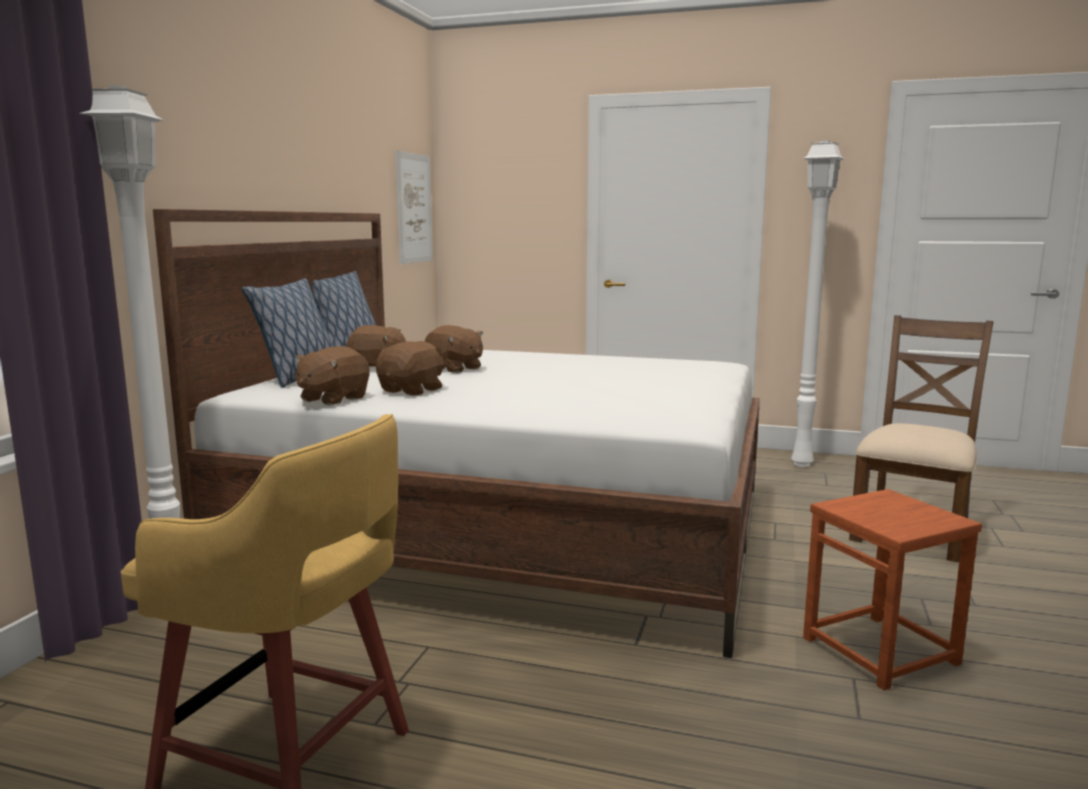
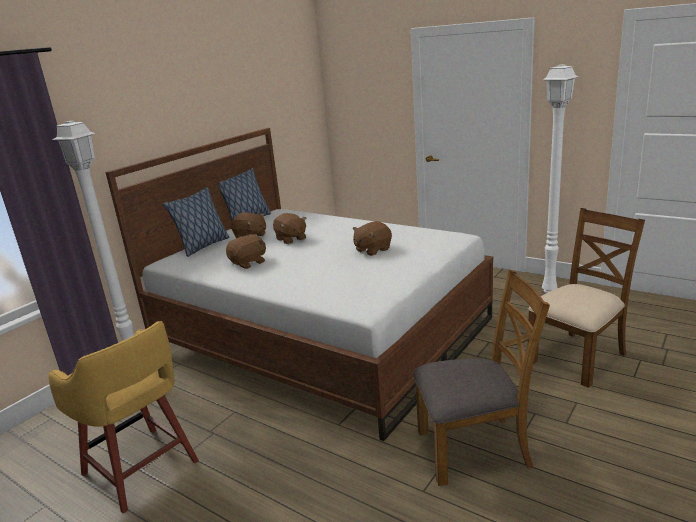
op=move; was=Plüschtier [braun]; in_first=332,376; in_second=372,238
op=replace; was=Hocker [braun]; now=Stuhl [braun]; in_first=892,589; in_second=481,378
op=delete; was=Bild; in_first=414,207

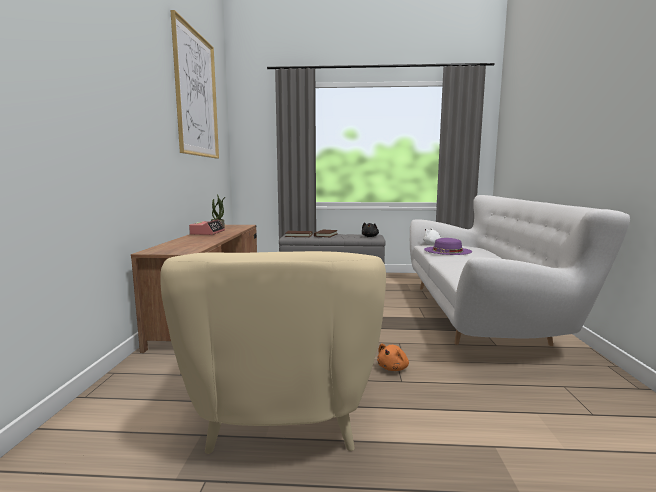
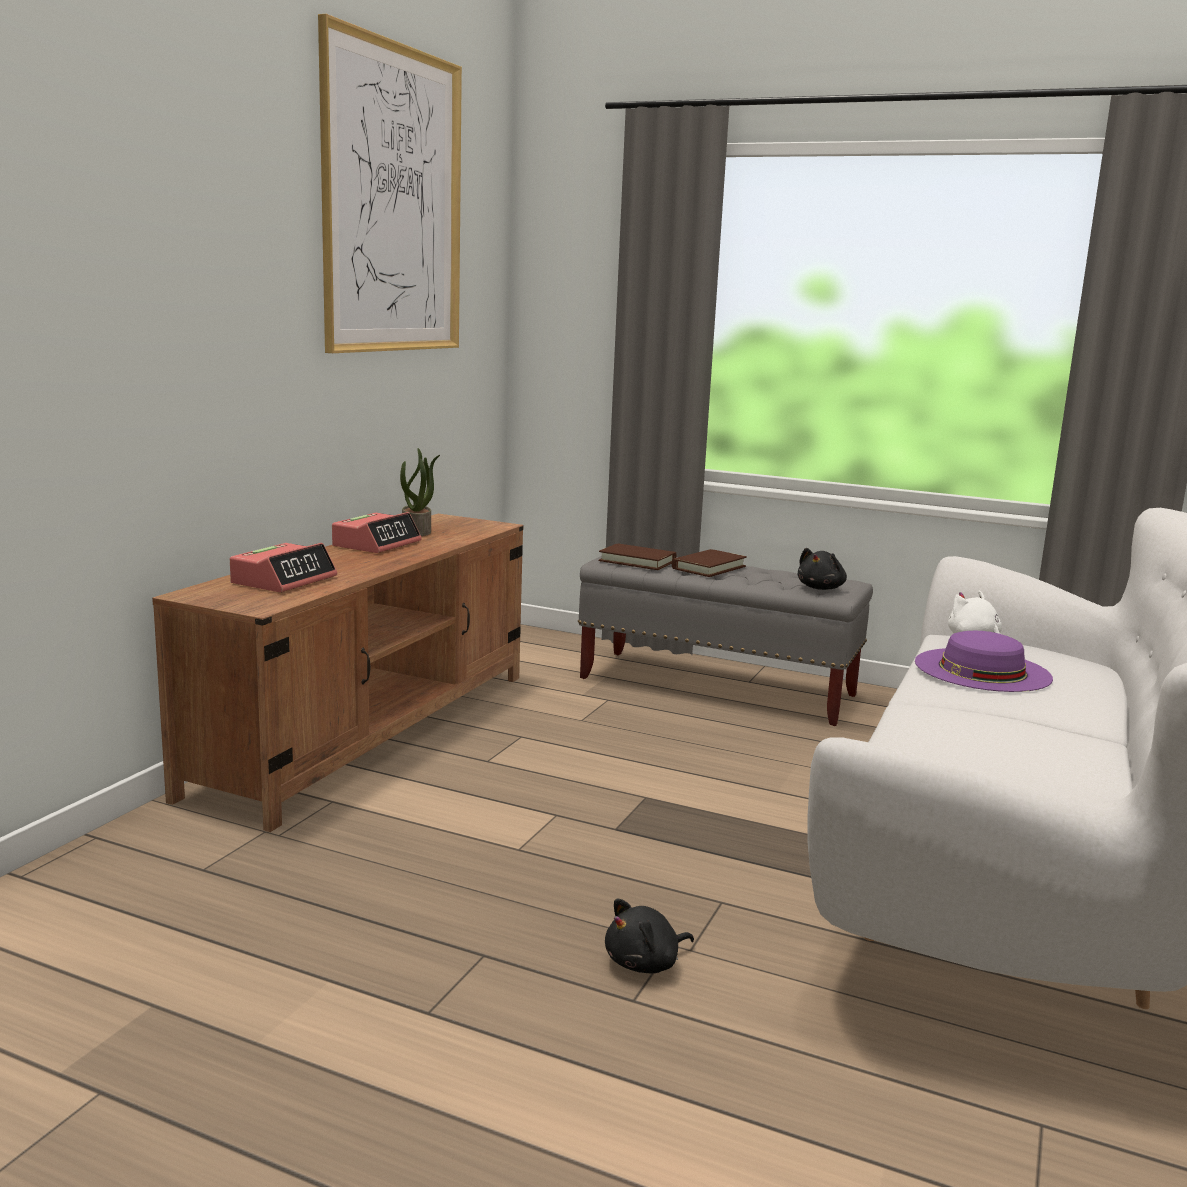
op=insert; now=Wecker; in_second=283,567
op=recolor; was=Plüschtier [orange]; now=Plüschtier [schwarz]; in_first=393,357; in_second=649,936
op=delete; was=Sessel [beige]; in_first=273,352

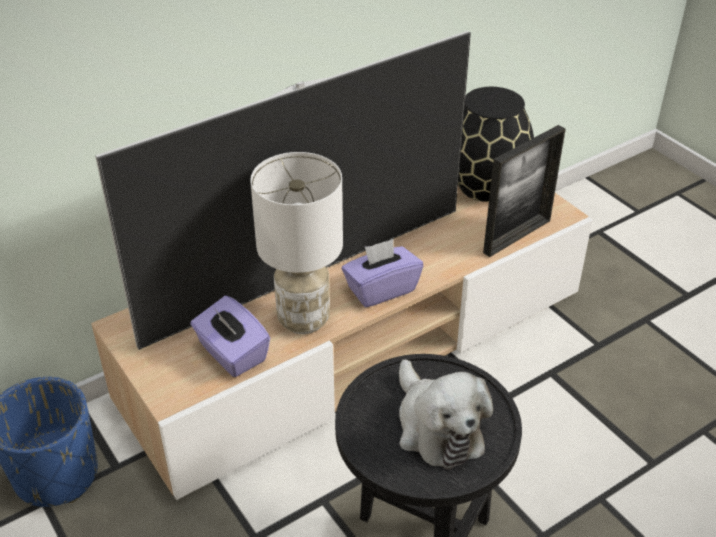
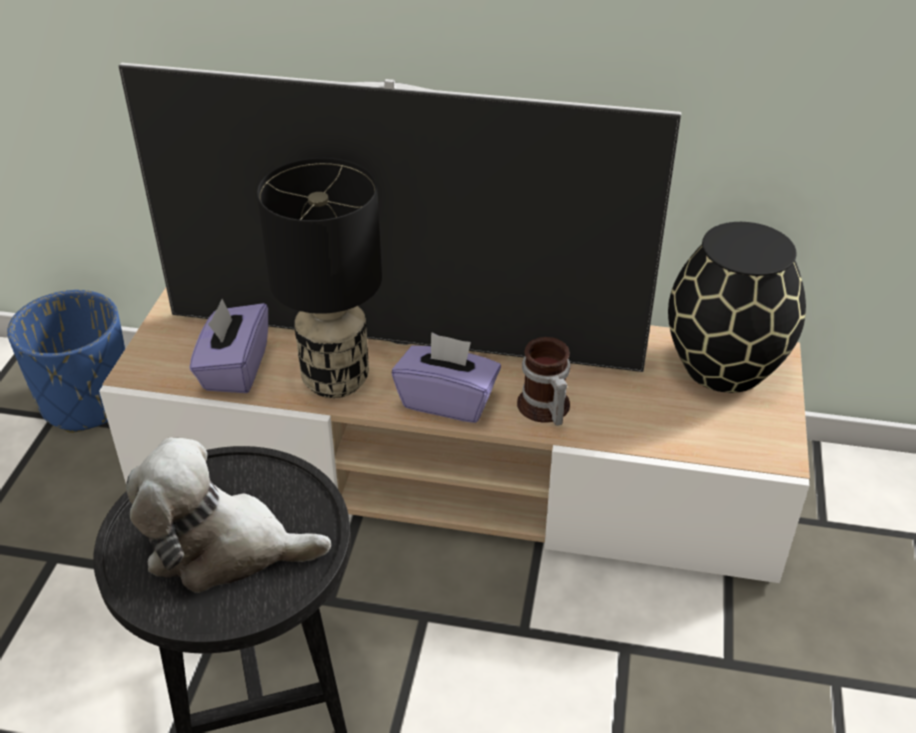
op=rotate; was=Plüschtier; in_first=446,414; in_second=228,515; clockwise=75
op=recolor; was=Tischlampe [weiß]; now=Tischlampe [schwarz]; in_first=296,243; in_second=319,278
op=insert; now=Henkelbecher; in_second=543,381
op=delete; was=Bilderrahmen; in_first=524,191

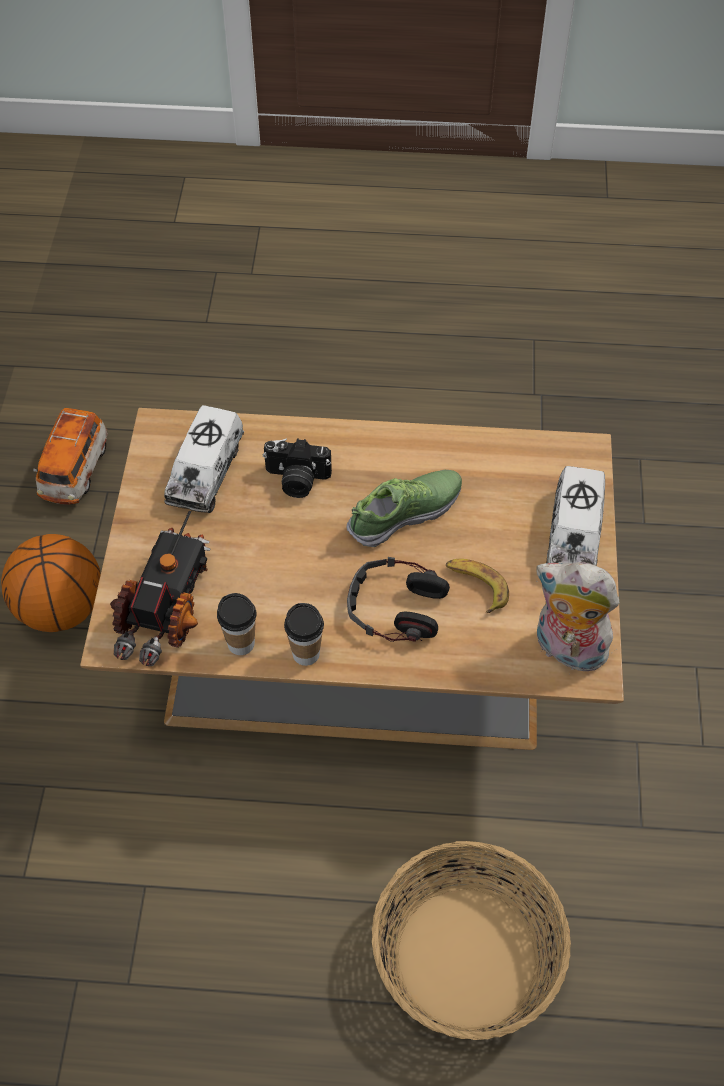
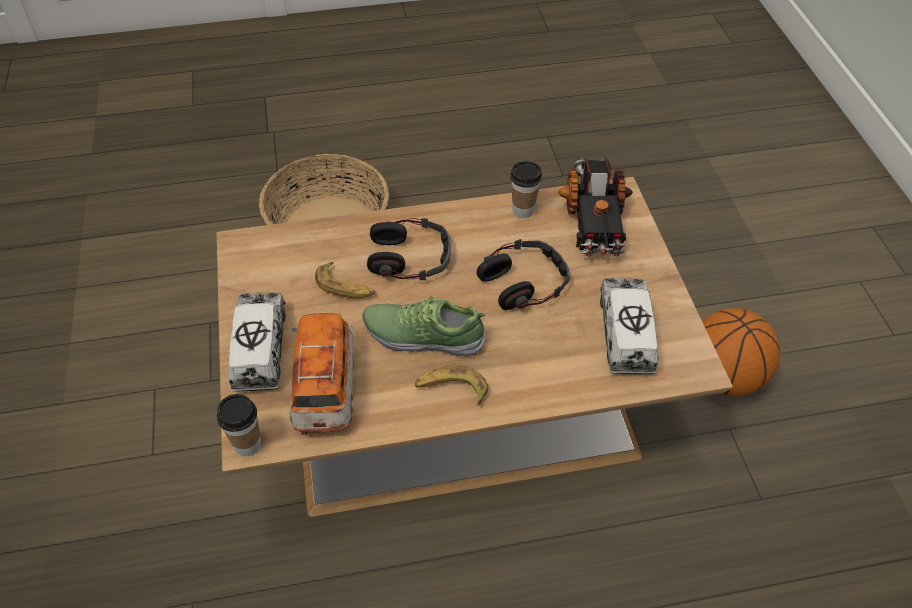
op=move; was=Tasse; in_first=304,634; in_second=239,425
op=move; was=Spielzeugauto; in_first=70,456; in_second=321,374
op=rotate; was=Schuh; in_first=404,508; in_second=424,326; clockwise=60
op=insert; now=Banane; in_second=451,385
op=insert; now=Kopfhörer; in_second=523,274
op=delete; was=Kamera; in_first=297,468
op=delete; was=Plüschtier; in_first=577,616

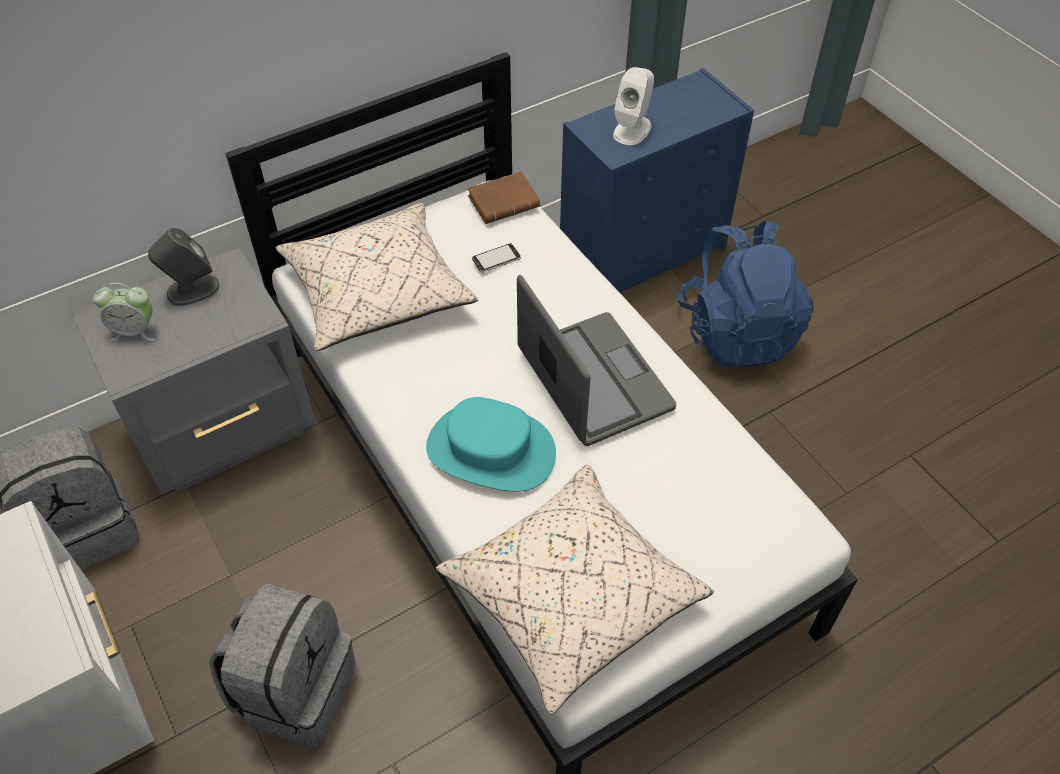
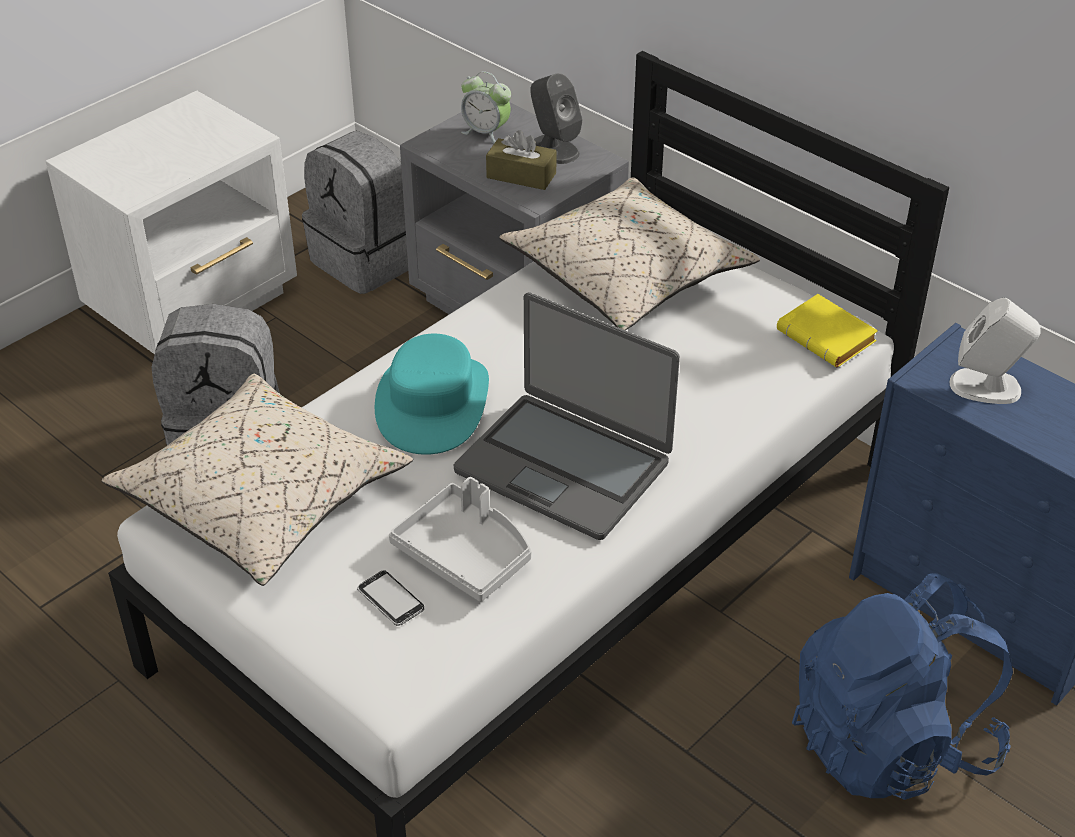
op=move; was=Handy; in_first=496,258; in_second=390,598
op=insert; now=Tablett [grau]; in_second=460,539
op=rotate; was=Laptop; in_first=596,360; in_second=567,416; clockwise=75
op=rotate; was=Wecker; in_first=124,312; in_second=486,107; clockwise=-45
op=insert; now=Taschentuchbox [braun]; in_second=521,160
op=recolor; was=Buch [braun]; now=Buch [gelb]; in_first=504,198; in_second=827,330

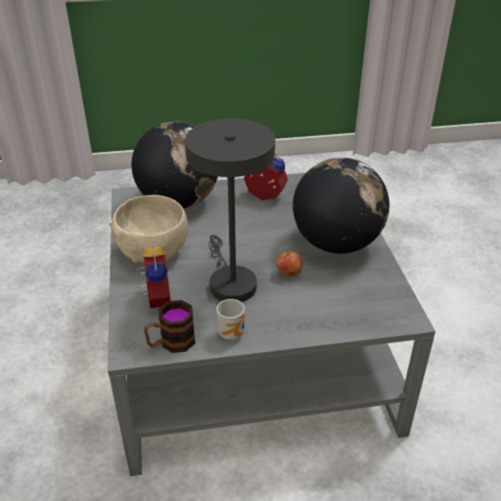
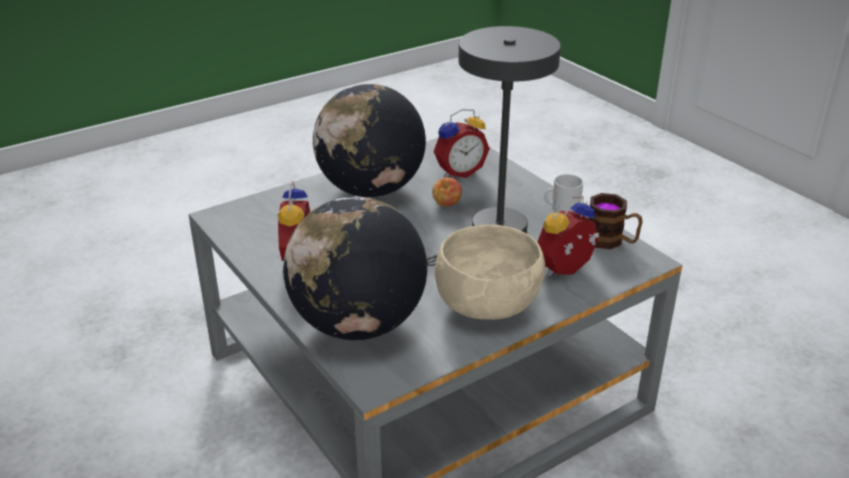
op=insert; now=Wecker; in_second=461,143

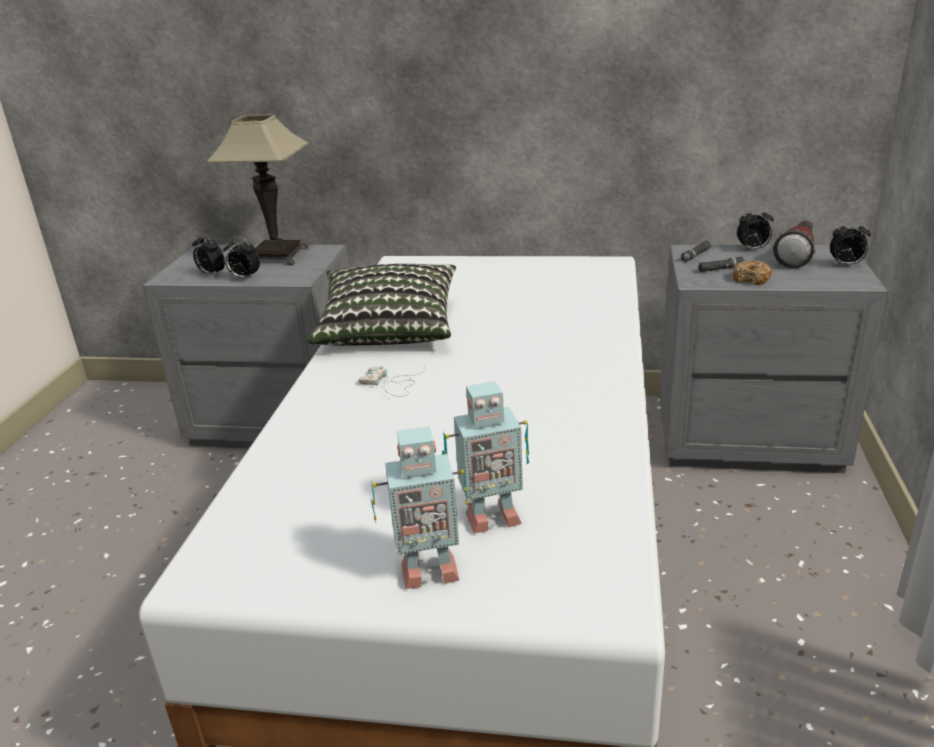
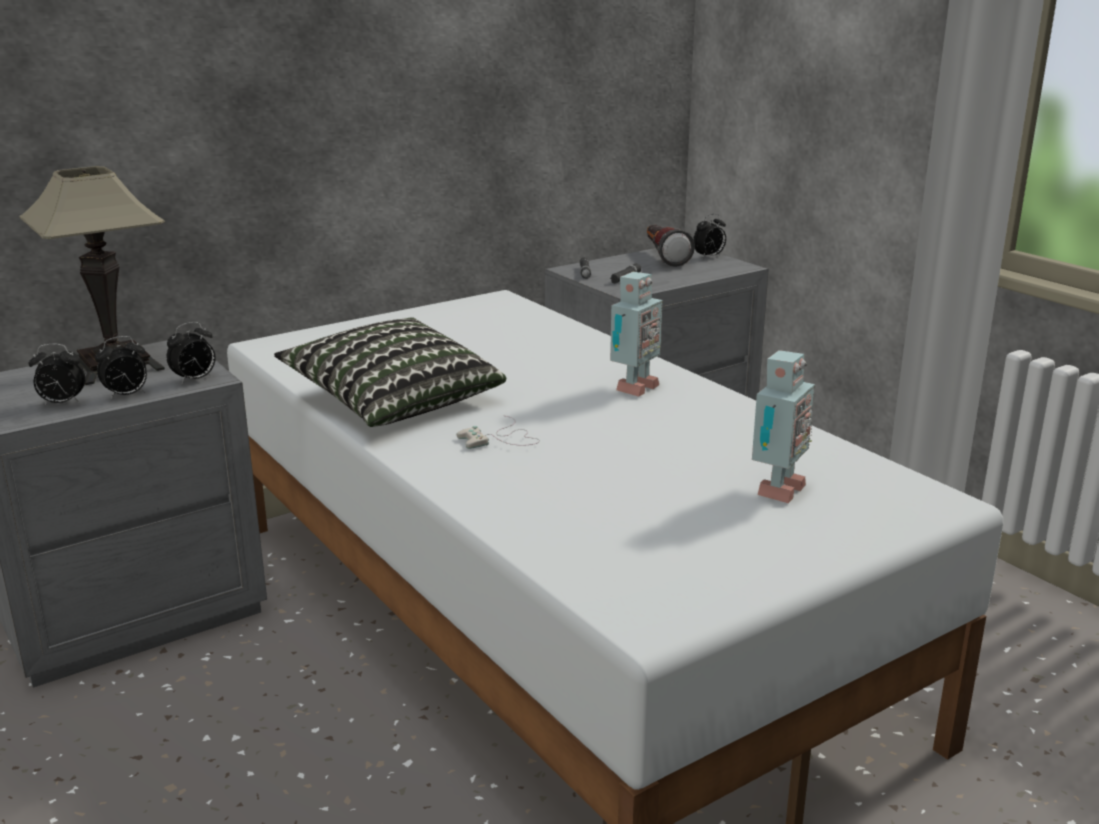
op=move; was=Wecker; in_first=755,229; in_second=191,353
op=move; was=Spielzeugroboter; in_first=420,507; in_second=636,334
op=delete; was=Donut; in_first=752,272

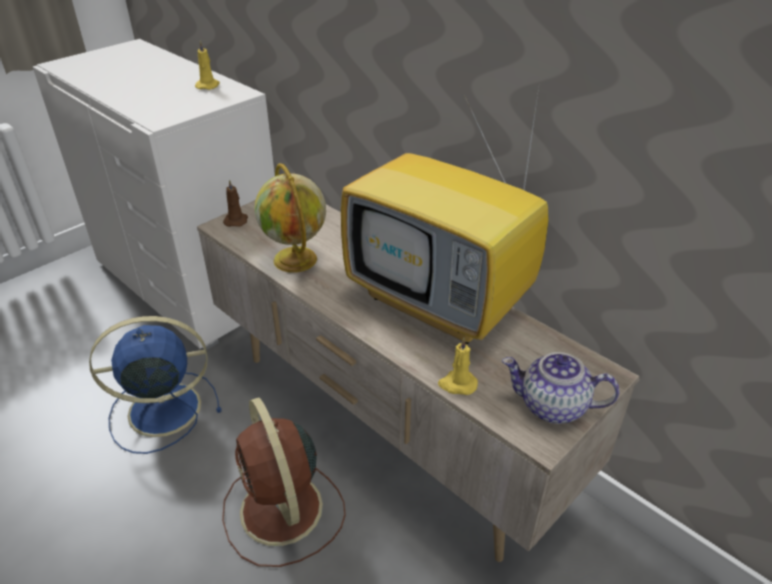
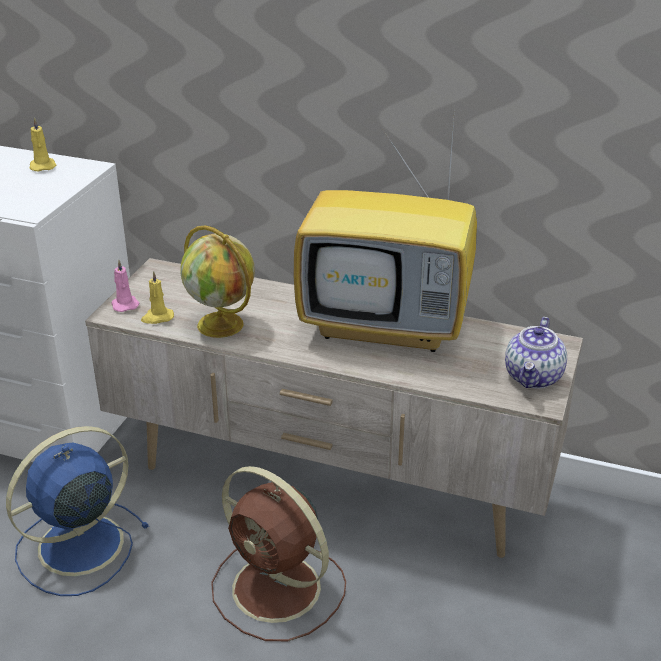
op=recolor; was=Kerze [braun]; now=Kerze [rosa]; in_first=235,203; in_second=126,286
op=move; was=Kerze [gelb]; in_first=458,366; in_second=157,297
op=rotate; was=Teekanne; in_first=560,388; in_second=536,353; clockwise=-60

